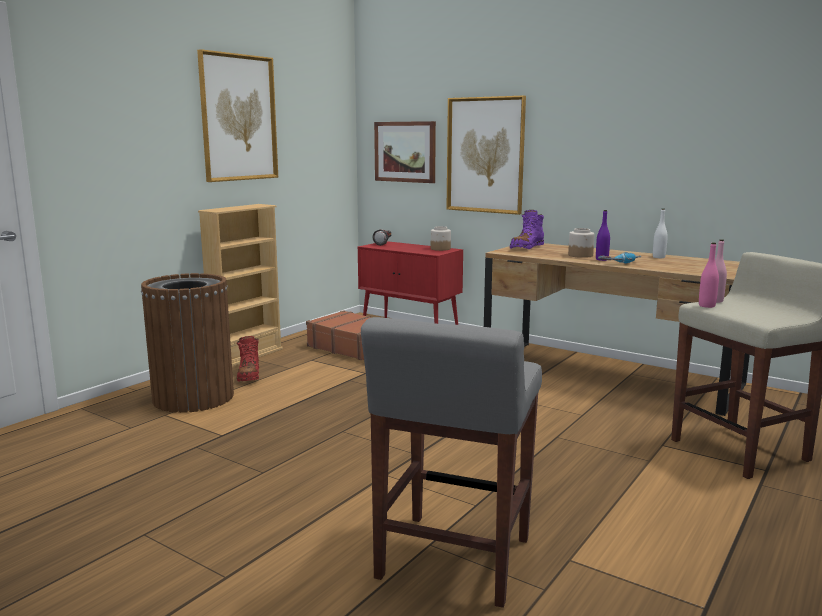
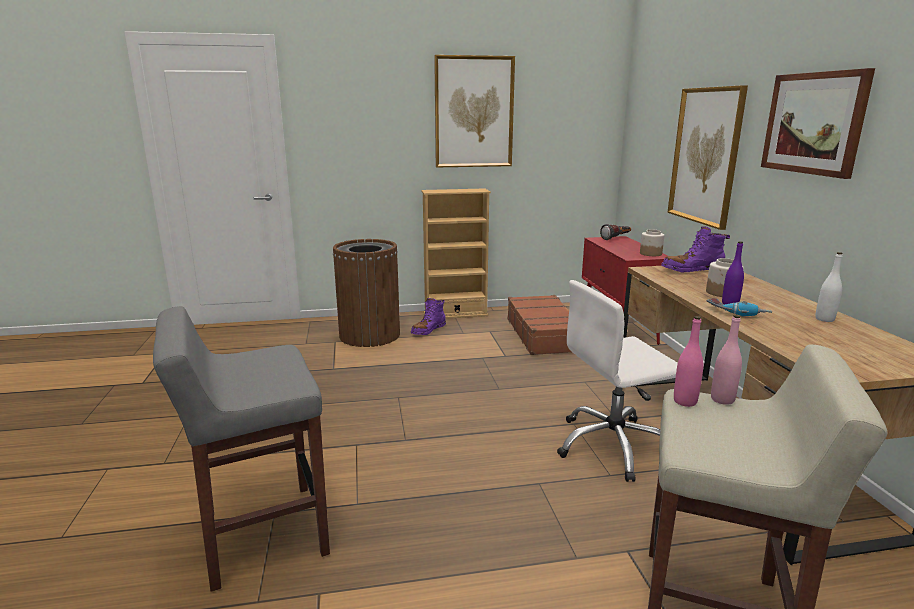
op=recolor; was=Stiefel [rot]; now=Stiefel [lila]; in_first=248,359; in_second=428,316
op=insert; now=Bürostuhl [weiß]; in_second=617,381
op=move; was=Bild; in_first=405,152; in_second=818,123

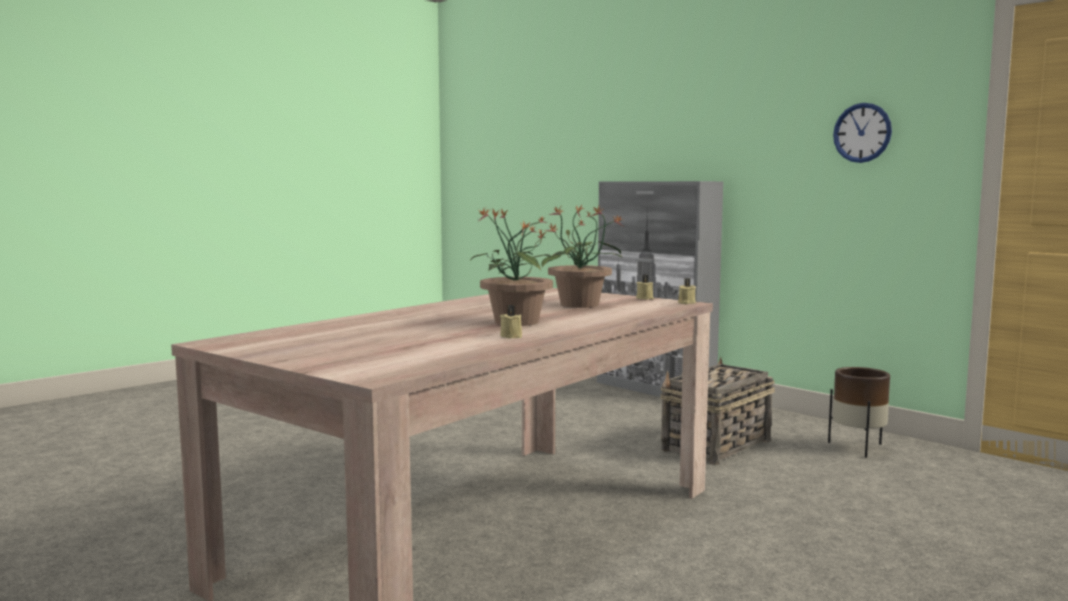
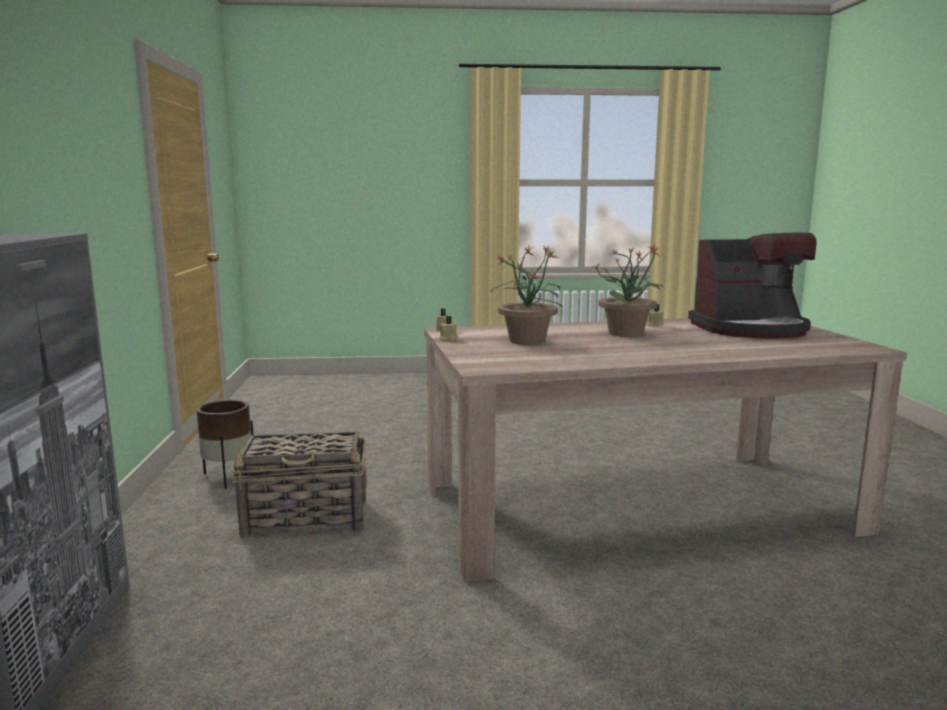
op=insert; now=Kaffeemaschine; in_second=752,286
op=delete; was=Wanduhr; in_first=862,133

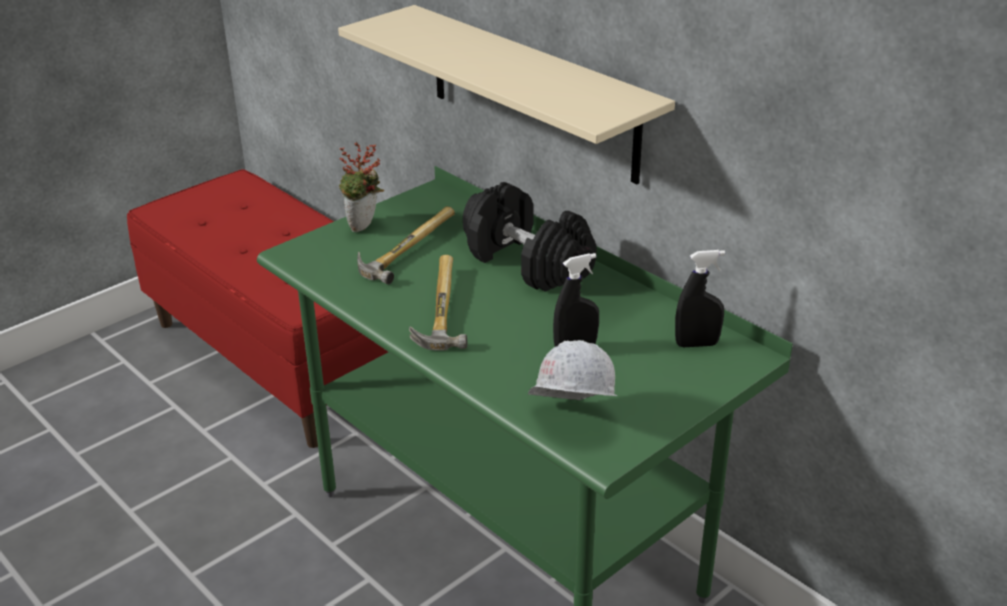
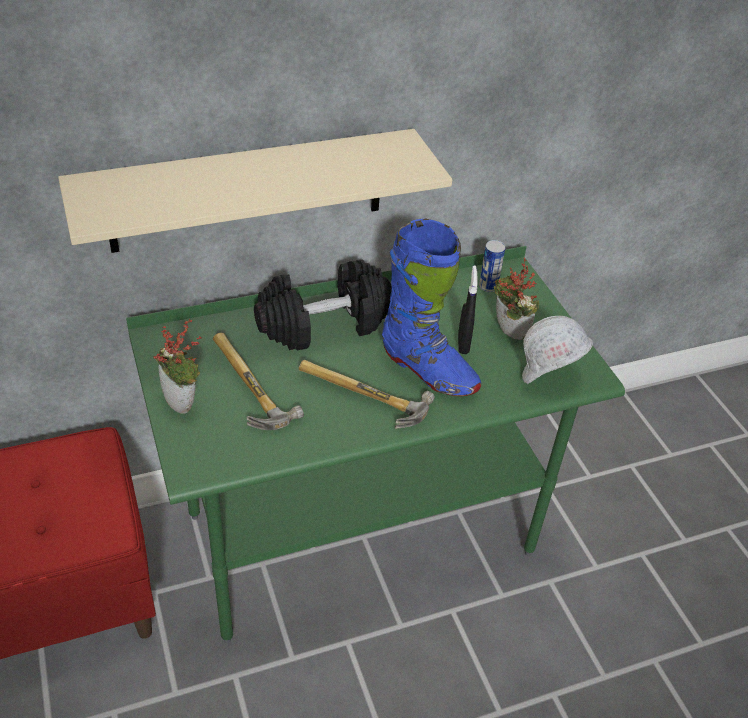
op=insert; now=Stiefel [blau]; in_second=431,307
op=replace; was=Sprühflasche [schwarz]; now=Dose; in_first=700,298; in_second=492,266
op=insert; now=Topfpflanze; in_second=516,299

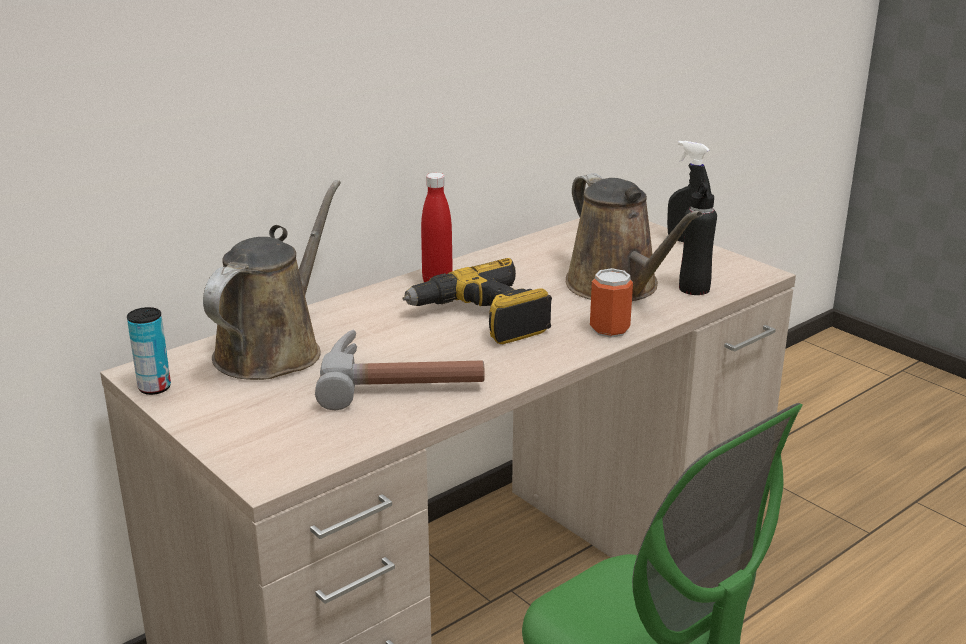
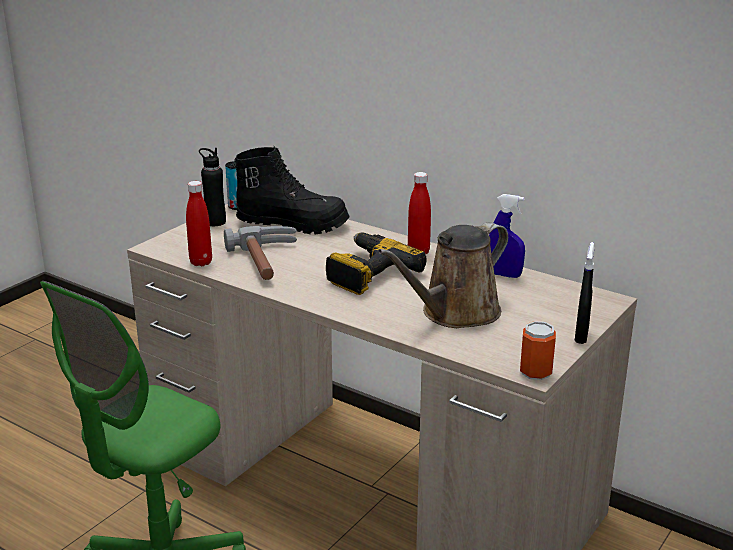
op=insert; now=Flasche [rot]; in_second=199,223
op=move; was=Flasche [schwarz]; in_first=698,236; in_second=212,187
op=replace; was=Gießkanne [braun]; now=Stiefel [schwarz]; in_first=272,280; in_second=291,190
op=insert; now=Sprühflasche [blau]; in_second=507,236
op=move; was=Dose; in_first=611,303; in_second=538,350

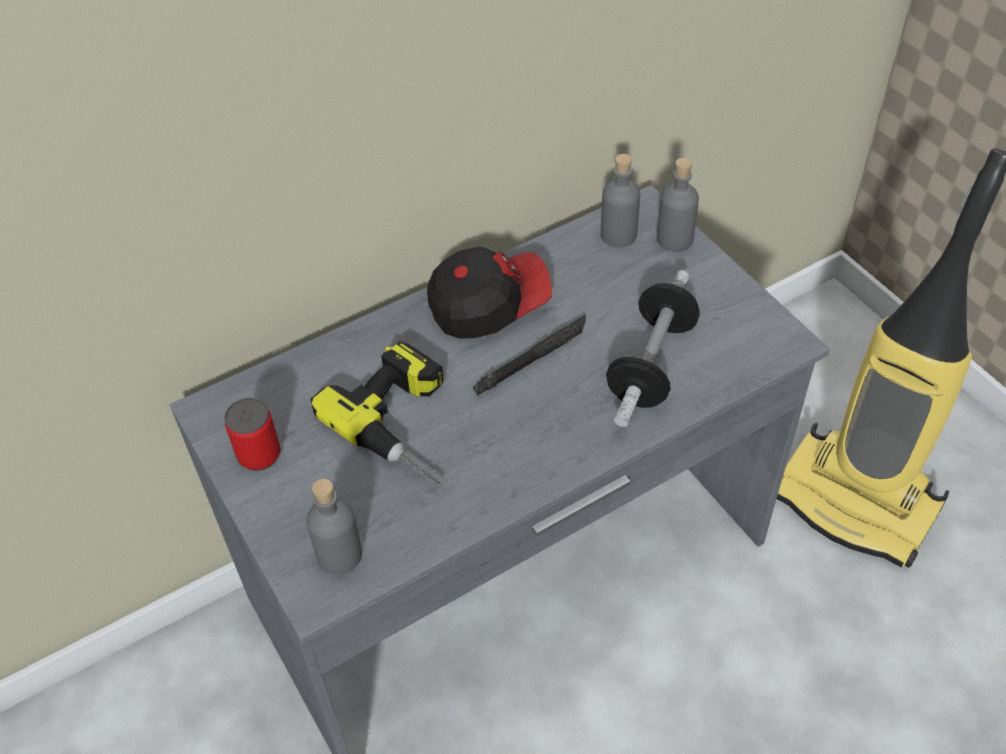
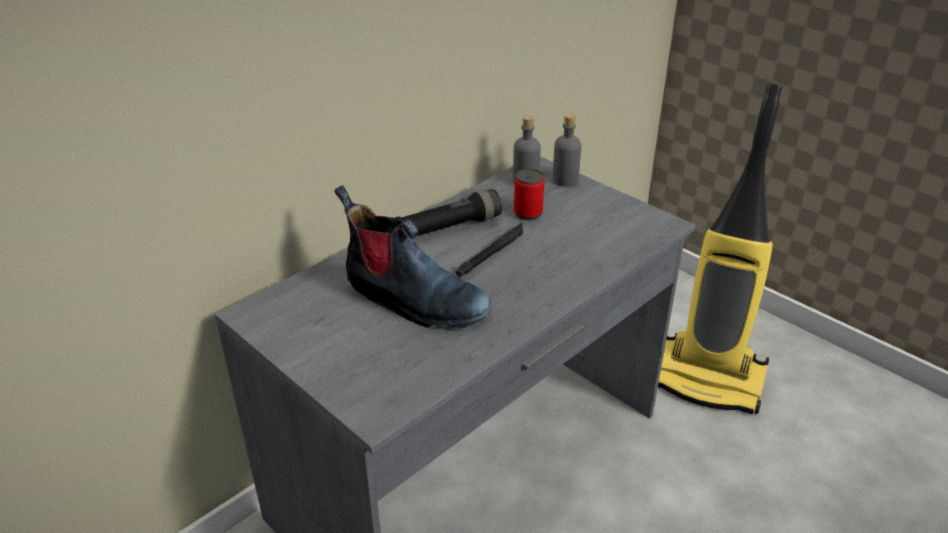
op=replace; was=Bohrmaschine; now=Stiefel; in_first=377,413; in_second=413,256
op=replace; was=Kappe; now=Taschenlampe [schwarz]; in_first=489,292; in_second=448,212
op=move; was=Dose; in_first=252,434; in_second=529,194
op=delete; was=Flasche [grau]; in_first=334,527
op=delete; was=Hantel; in_first=653,348

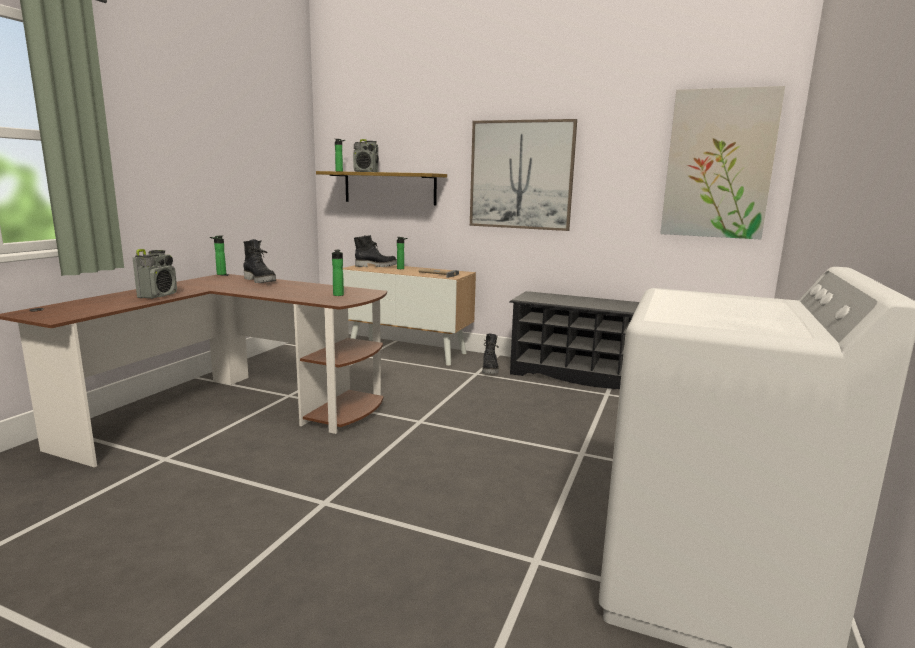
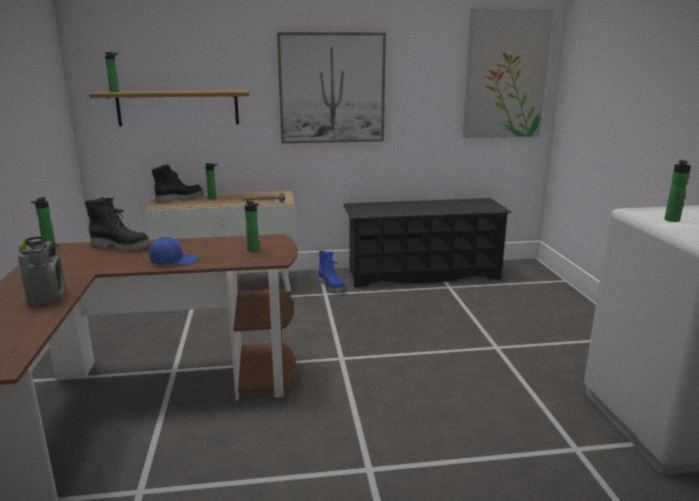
op=insert; now=Kappe [blau]; in_second=174,251
op=recolor; was=Stiefel [schwarz]; now=Stiefel [blau]; in_first=490,354; in_second=331,271
op=insert; now=Flasche; in_second=678,191
op=delete; was=Radio; in_first=366,155

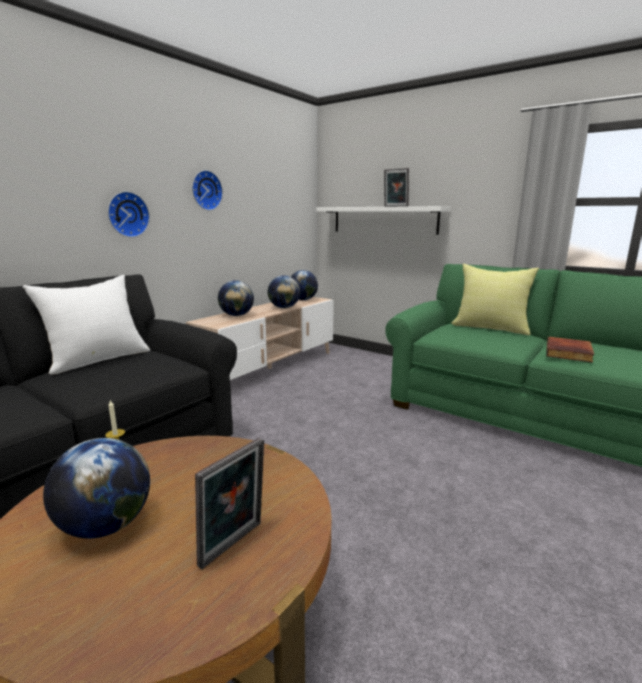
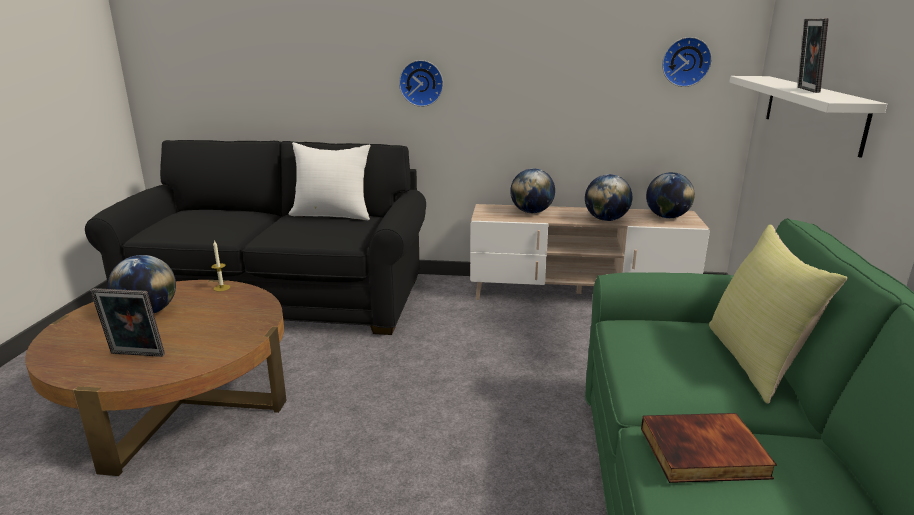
op=move; was=Wanduhr; in_first=207,190; in_second=687,62

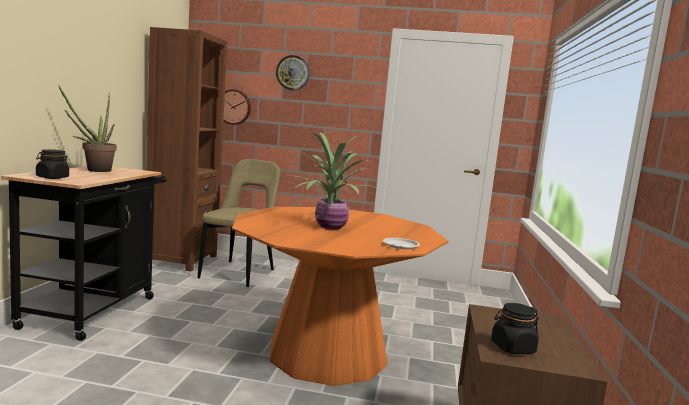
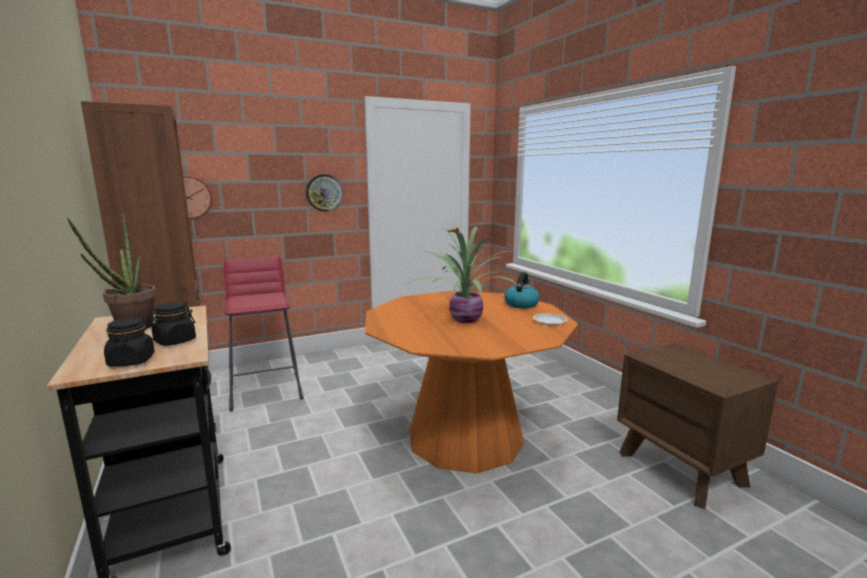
op=move; was=Vorratsglas [schwarz]; in_first=515,328; in_second=171,324
op=replace; was=Stuhl [beige]; now=Hocker [rot]; in_first=238,223; in_second=263,334
op=move; was=Wanduhr; in_first=293,72; in_second=324,193
op=insert; now=Wasserkessel; in_second=522,290

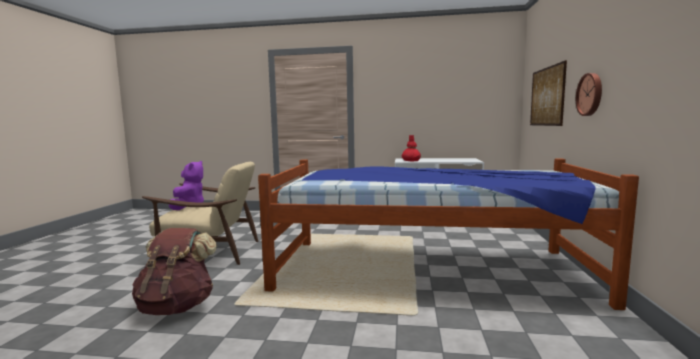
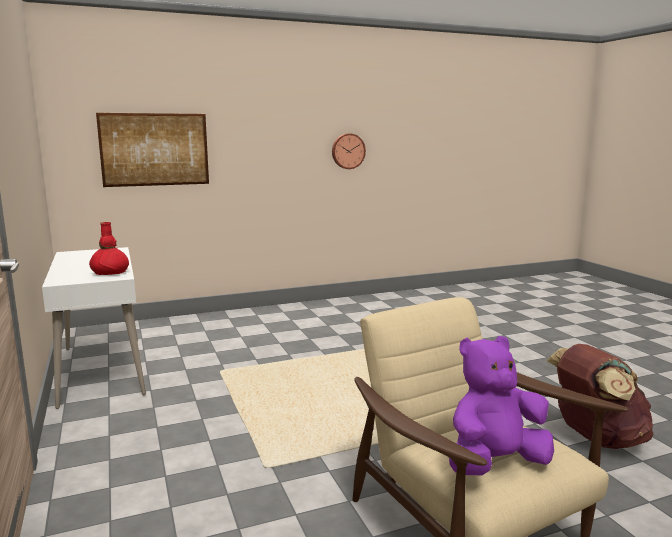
op=move; was=Wanduhr; in_first=589,94; in_second=349,151
op=delete; was=Bett; in_first=448,234

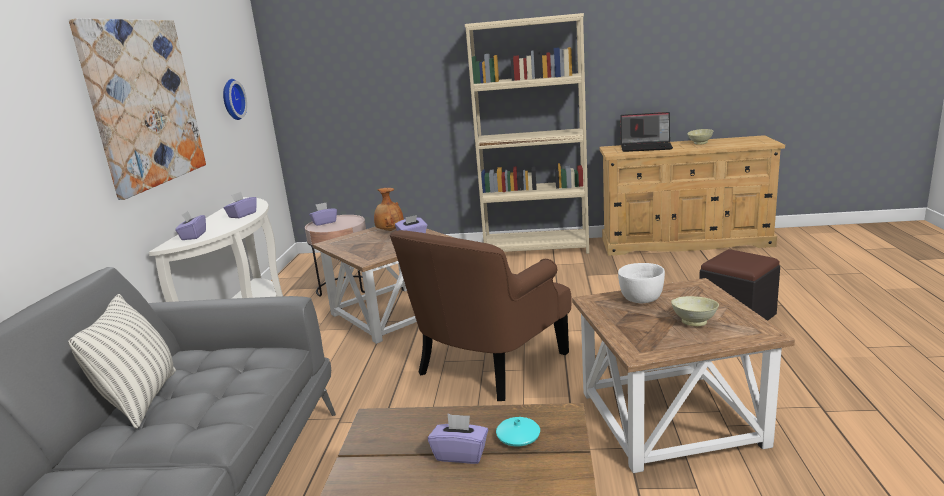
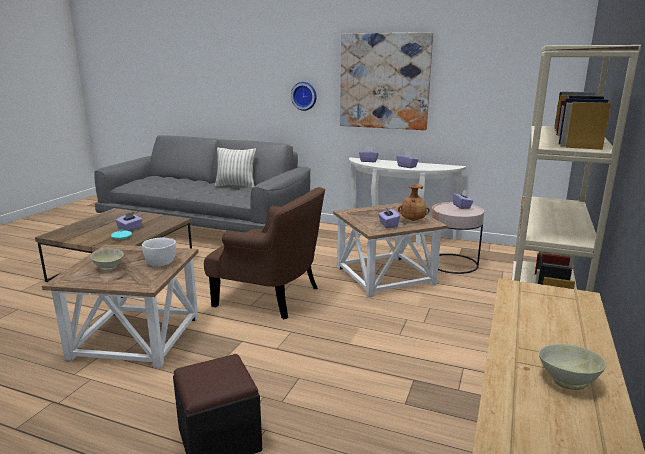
op=rotate; was=Sessel [braun]; in_first=481,315; in_second=264,253; clockwise=150
op=move; was=Wanduhr; in_first=235,99; in_second=304,96
op=delete; was=Laptop; in_first=646,132

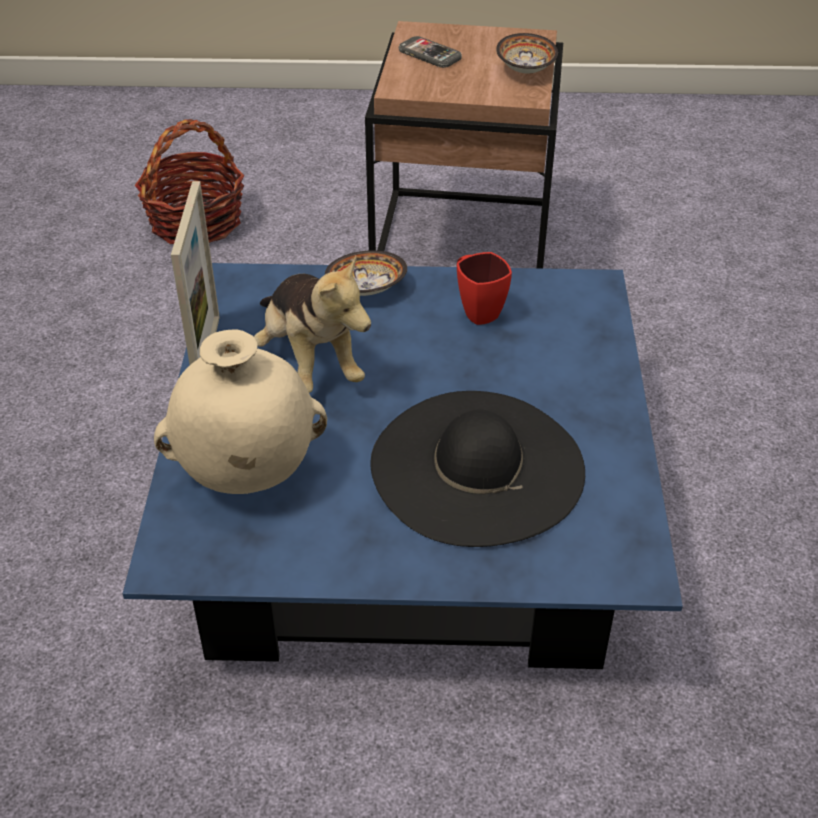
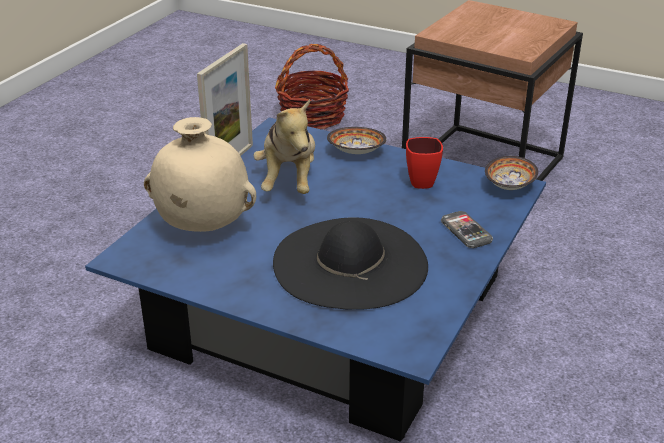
op=move; was=Handy; in_first=430,52; in_second=467,229
op=move; was=Schüssel; in_first=527,53; in_second=511,173

